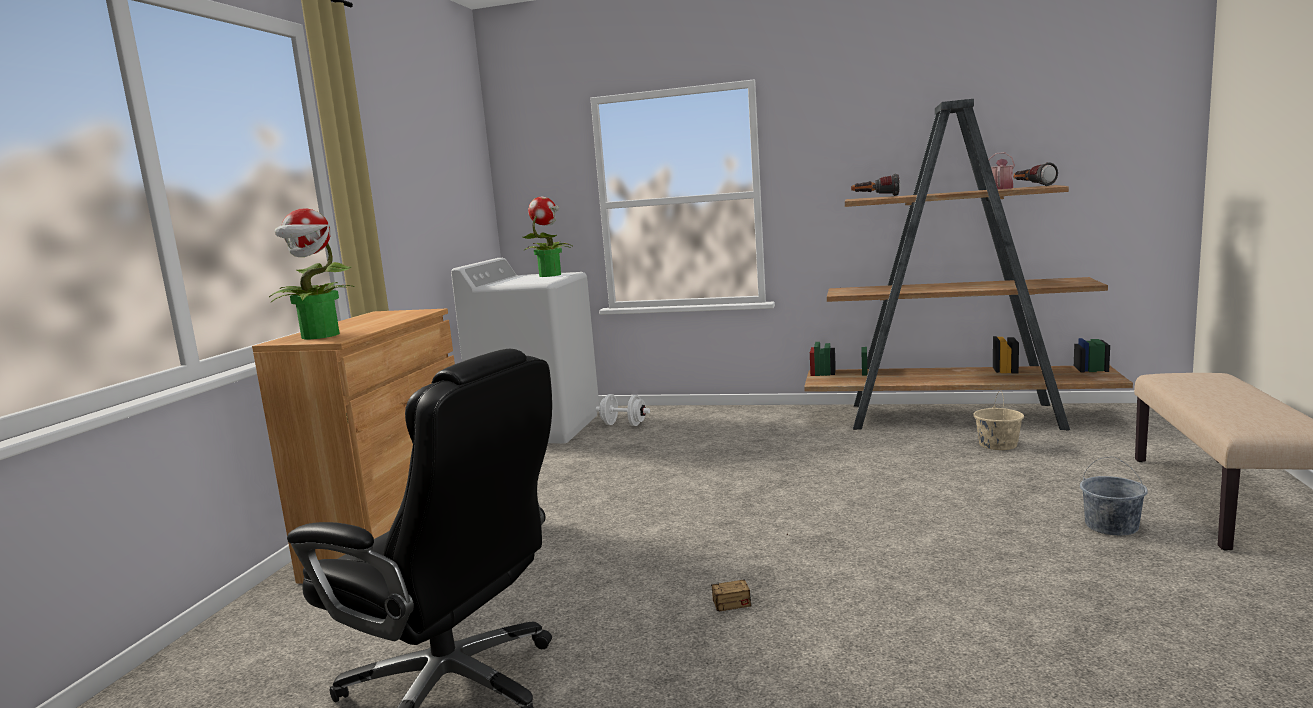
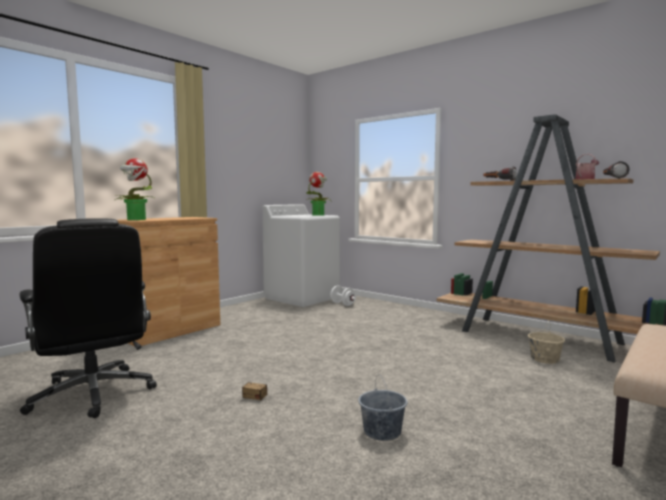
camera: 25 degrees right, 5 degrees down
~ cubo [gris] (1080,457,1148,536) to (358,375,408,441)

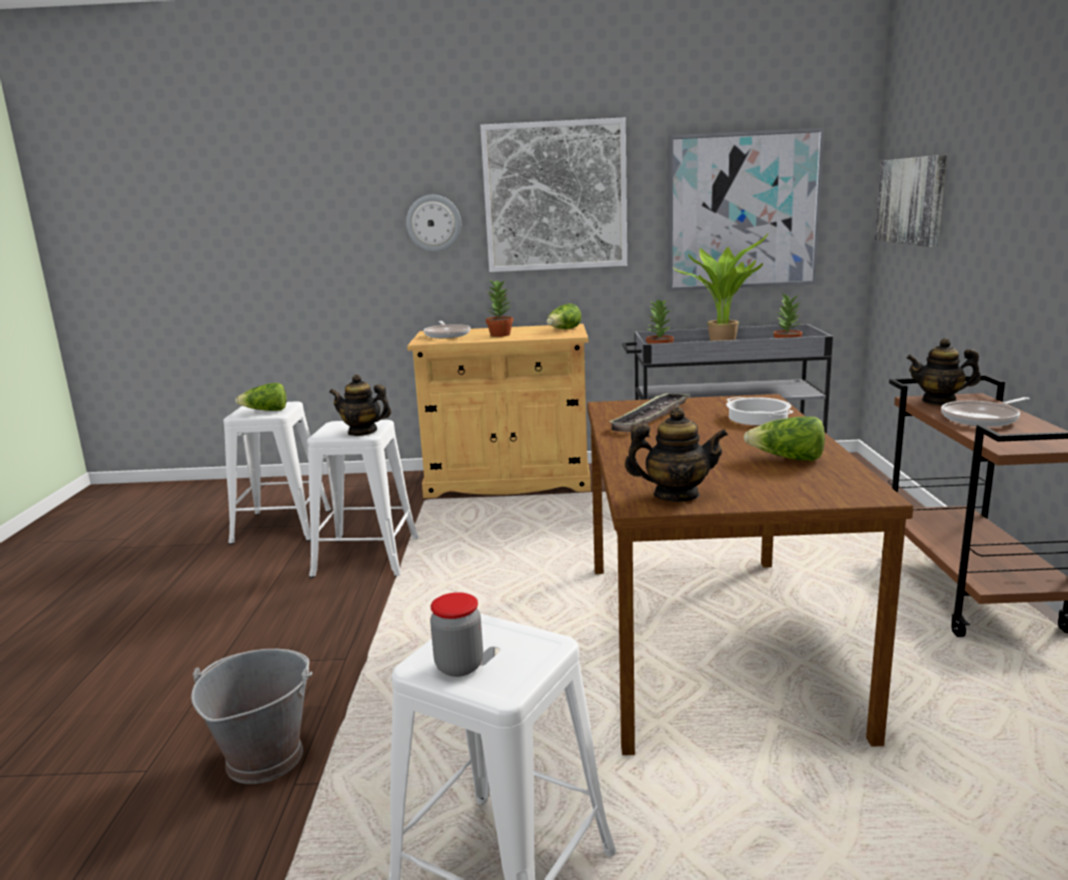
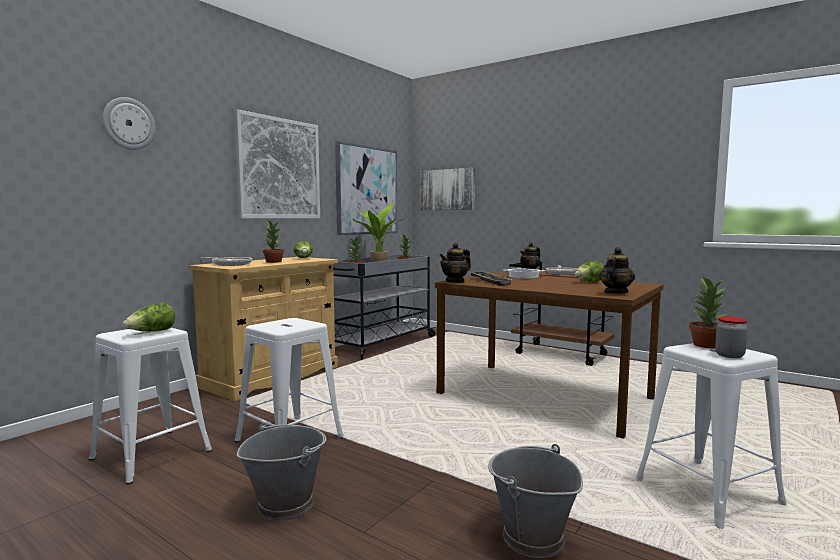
camera: 55 degrees left, 10 degrees down
~ tetera (329,374,391,436) to (439,243,471,283)
~ reloj de pared (406,195,461,252) to (102,97,156,150)
+ cubo [gris] (237,423,327,521)
+ planta en maceta (689,276,728,348)

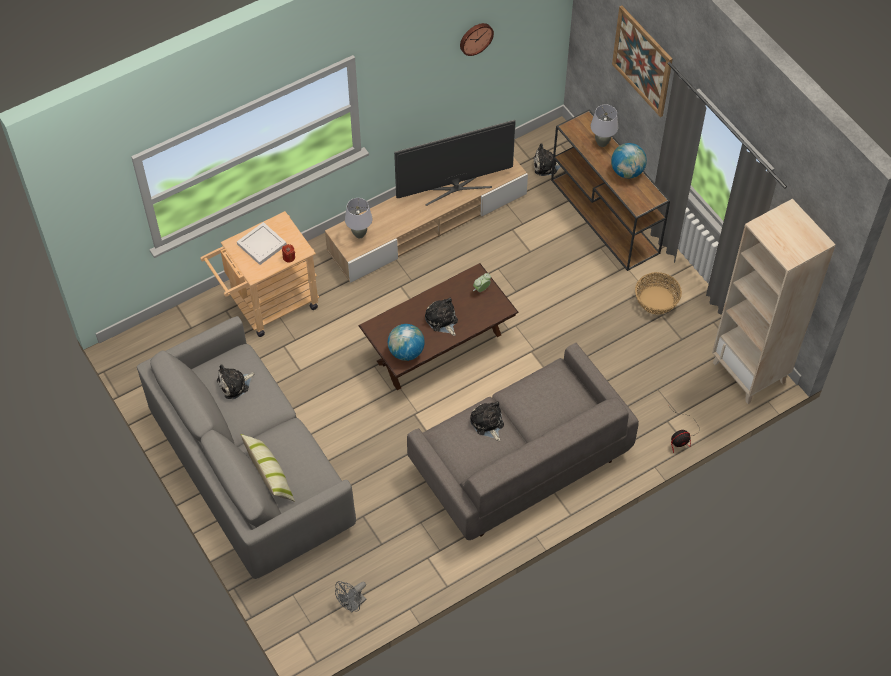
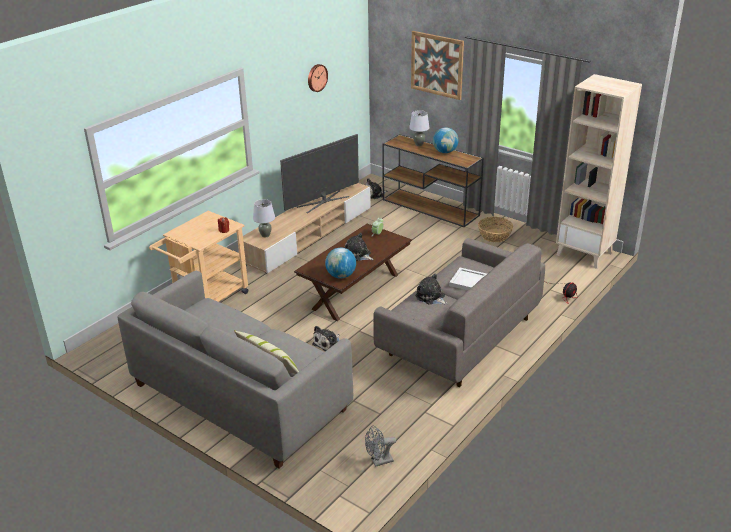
camera: 20 degrees left, 25 degrees down
~ peluche (217,364,255,399) to (312,326,340,351)
~ bandeja [blanco] (237,222,286,265) to (449,268,487,290)
~ ventilador [gris] (335,581,366,613) = (365,425,396,467) 45 degrees clockwise

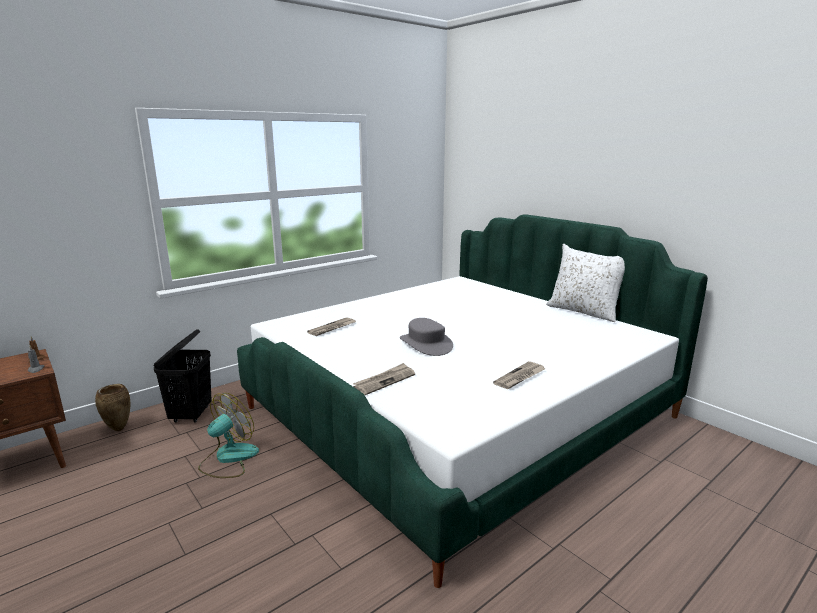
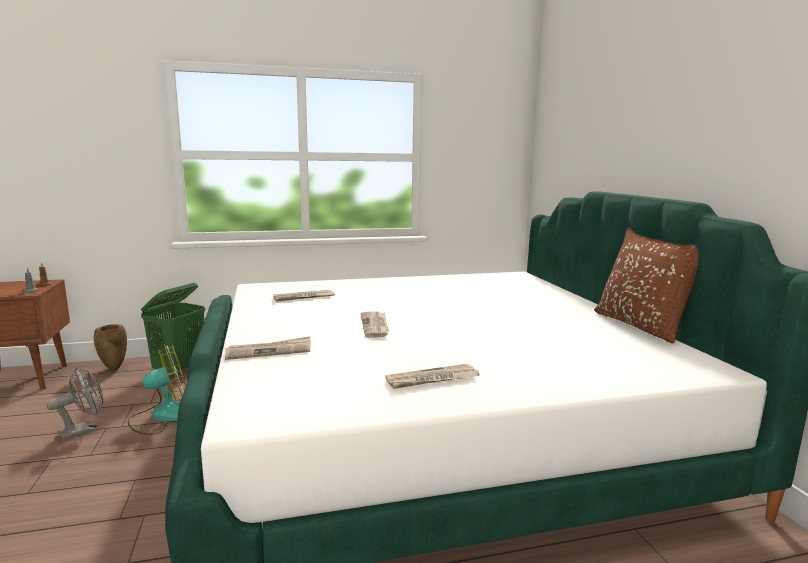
camera: 25 degrees right, 5 degrees down
~ cesto de la ropa [negro] (153,329,212,423) to cesto de la ropa [verde] (141,283,205,377)
~ sombrero [gris] (400,318,453,356) to periódico (360,311,389,338)
~ cojín [blanco] (546,244,625,322) to cojín [marrón] (594,227,698,344)
+ ventilador [gris] (47,367,103,440)

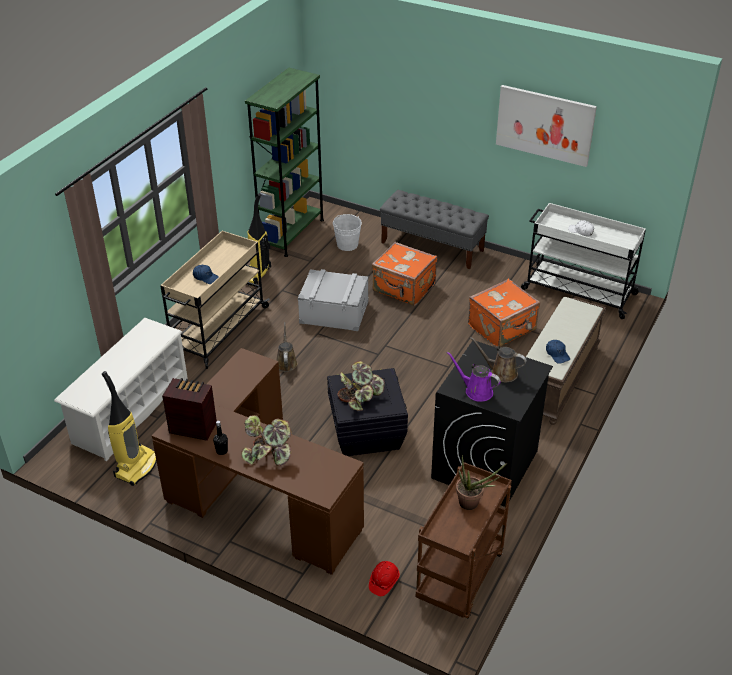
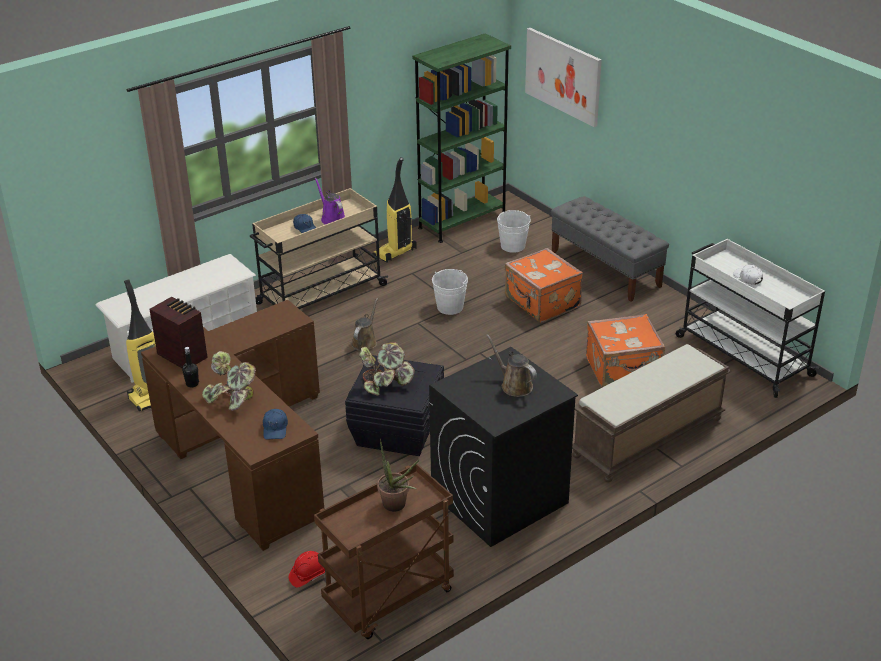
camera: 25 degrees right, 5 degrees down
~ caja de almacenaje [gris] (298,269,368,331) to cubo [blanco] (432,269,468,315)
~ regadera [morado] (447,352,501,402) to (315,178,345,224)
~ cuadro (496,85,597,167) to (525,28,602,127)
~ gorra [azul] (546,340,570,364) to (263,409,288,440)

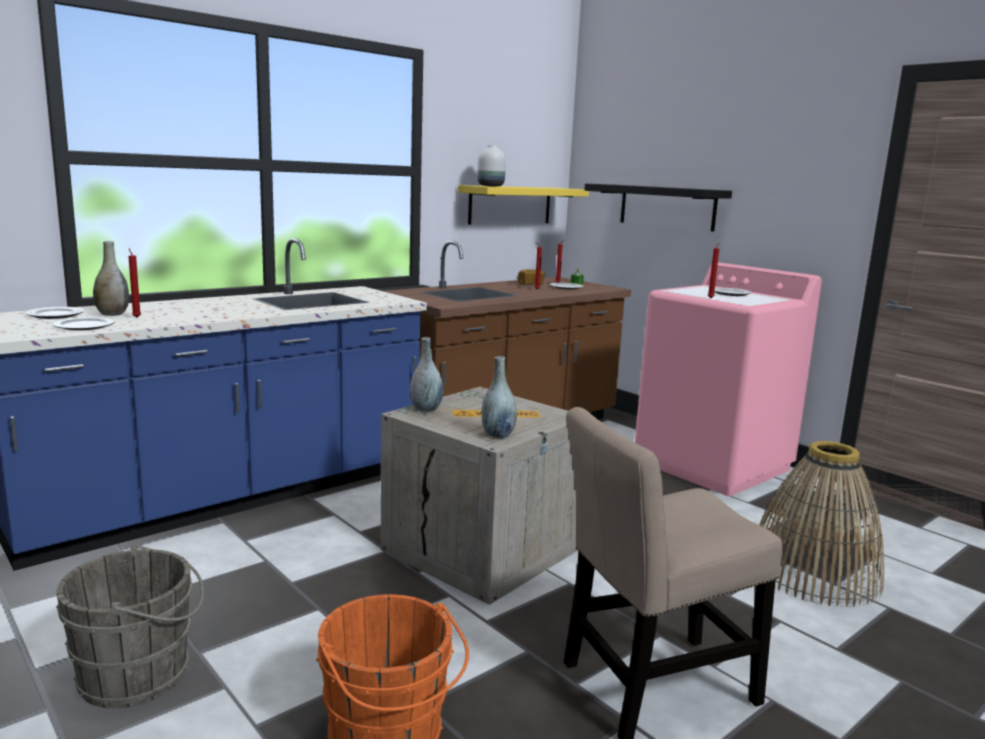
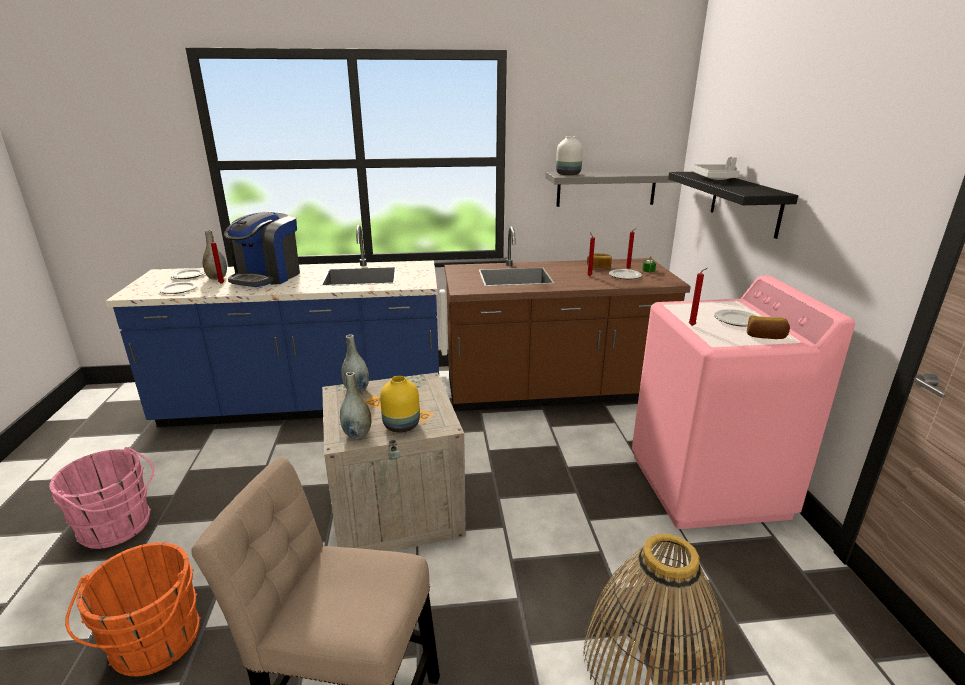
camera: 35 degrees right, 10 degrees up
~ cubo [gris] (56,544,204,708) to cubo [rosa] (49,447,154,549)
~ estante [amarillo] (458,185,589,224) to estante [gris] (545,170,675,207)
+ cafetera (224,212,300,287)
+ florero [amarillo] (380,376,420,432)
+ bandeja [gris] (691,157,740,180)
+ pan (747,315,790,339)

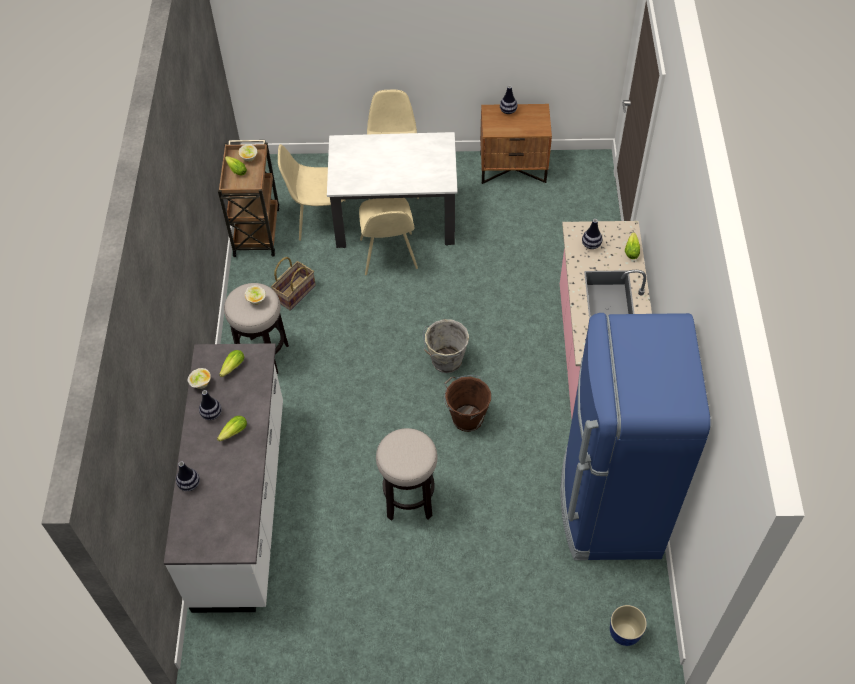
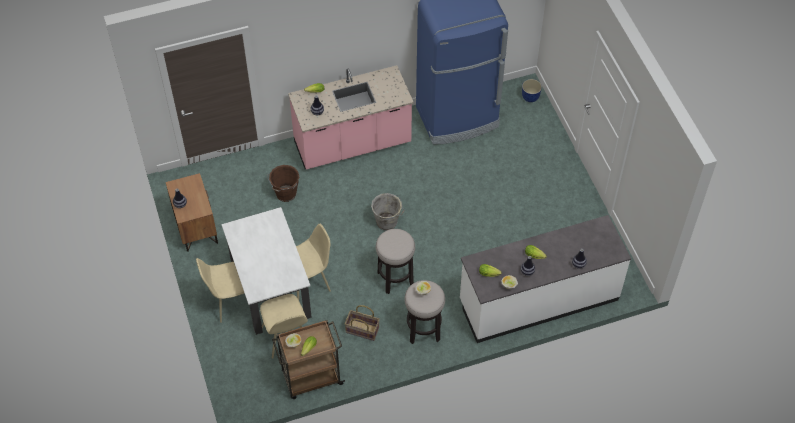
camera: 110 degrees left, 0 degrees up
~ taburete (376,428,438,521) to (376,229,415,294)
~ cubo [marrón] (444,375,491,432) to (268,165,299,202)

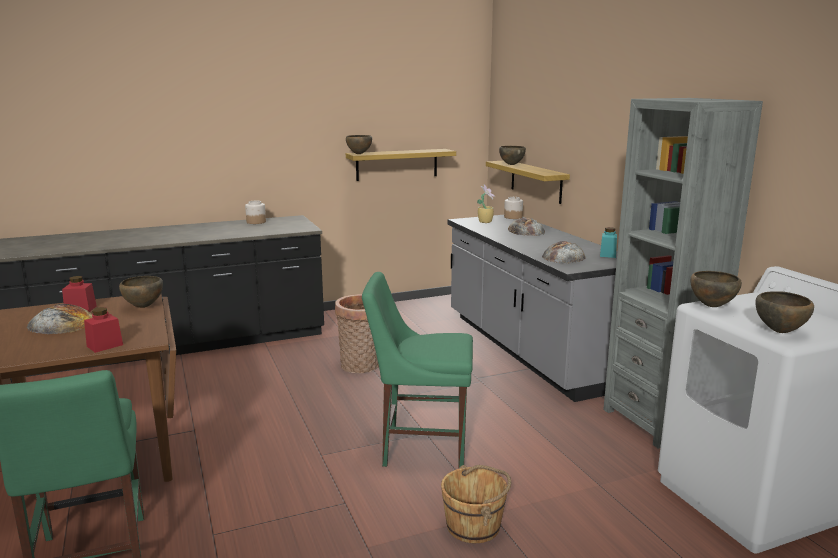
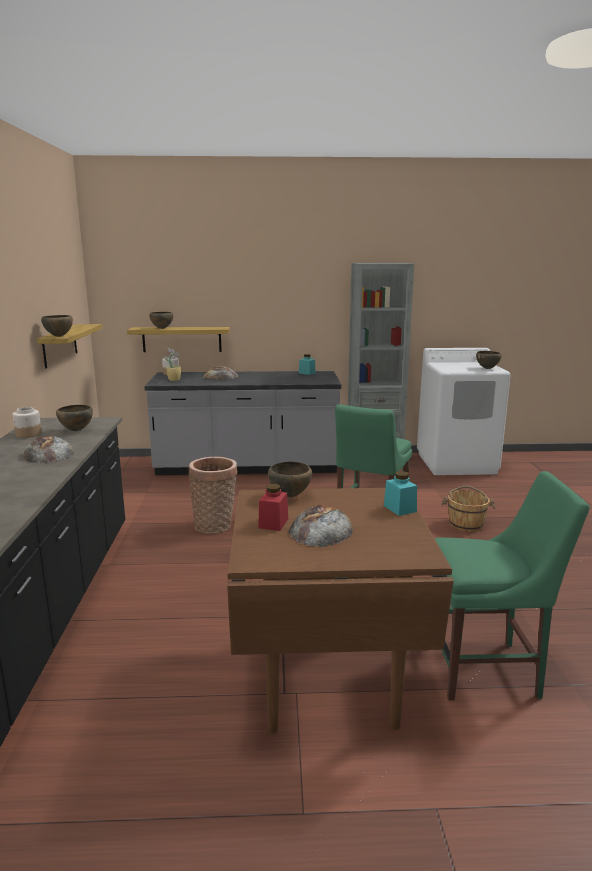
camera: 70 degrees left, 0 degrees up
~ tarro [rojo] (84,307,123,353) to tarro [turquesa] (384,471,417,516)
~ pan (542,241,585,264) to (23,436,75,463)
~ cuenco [marrón] (690,271,742,307) to (56,405,93,431)

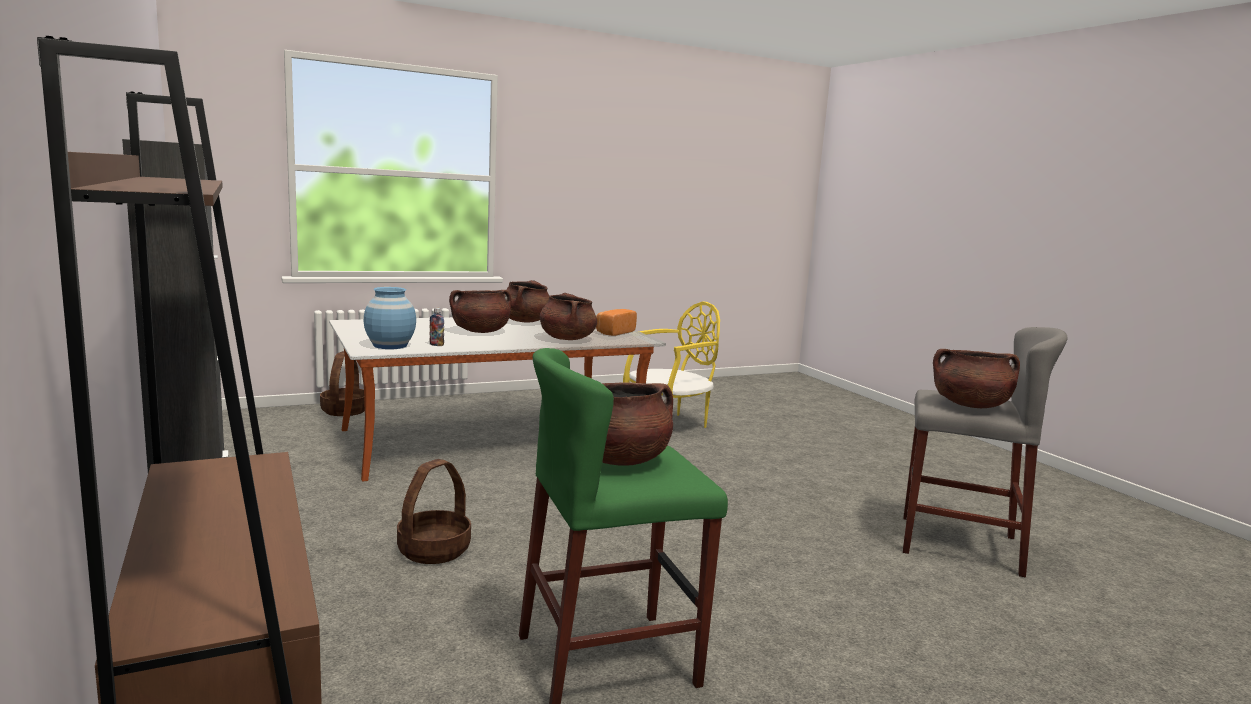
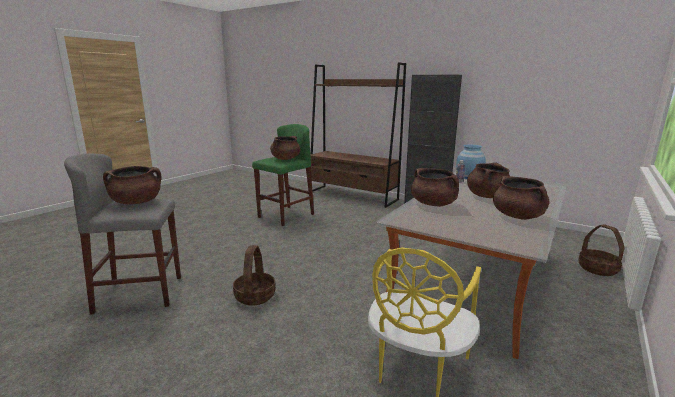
camera: 150 degrees right, 5 degrees up
~ cesta (397,459,471,564) to (233,245,275,306)
- pan (596,309,637,336)

